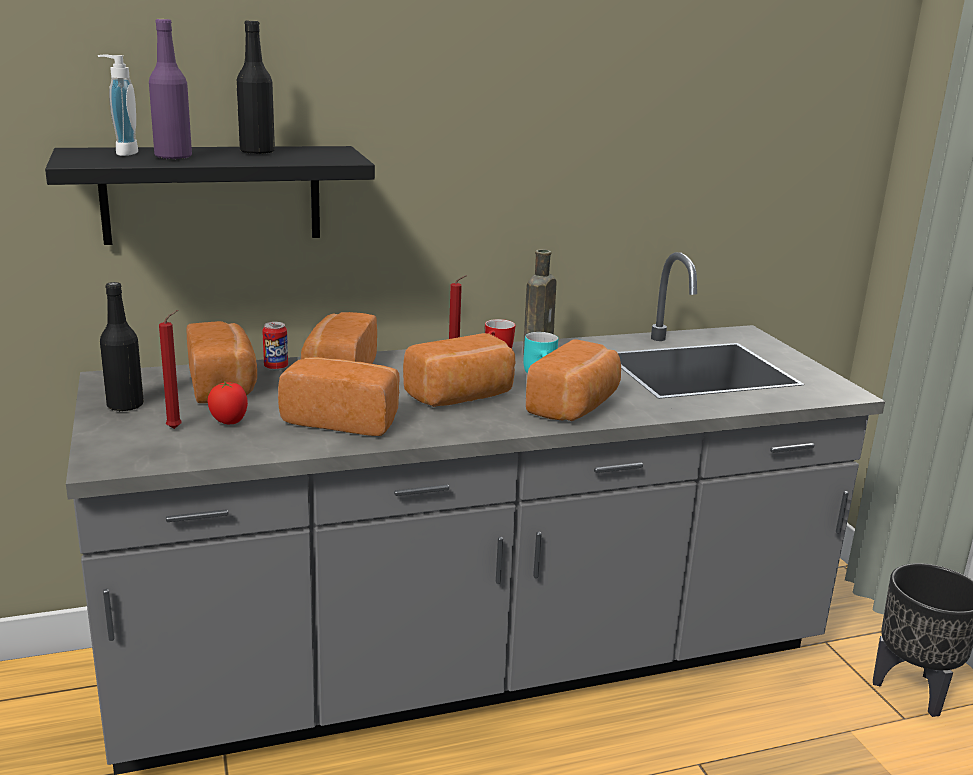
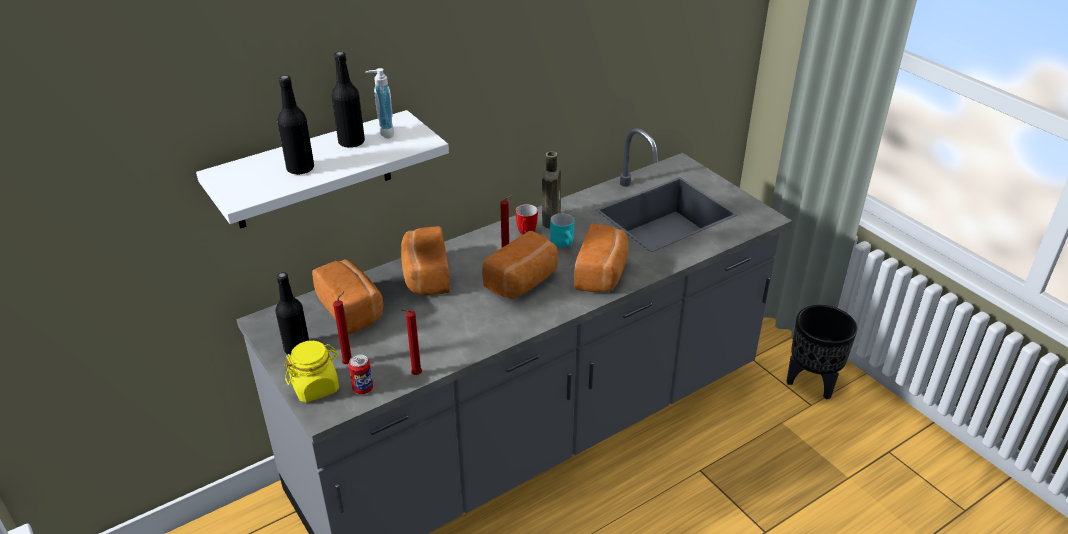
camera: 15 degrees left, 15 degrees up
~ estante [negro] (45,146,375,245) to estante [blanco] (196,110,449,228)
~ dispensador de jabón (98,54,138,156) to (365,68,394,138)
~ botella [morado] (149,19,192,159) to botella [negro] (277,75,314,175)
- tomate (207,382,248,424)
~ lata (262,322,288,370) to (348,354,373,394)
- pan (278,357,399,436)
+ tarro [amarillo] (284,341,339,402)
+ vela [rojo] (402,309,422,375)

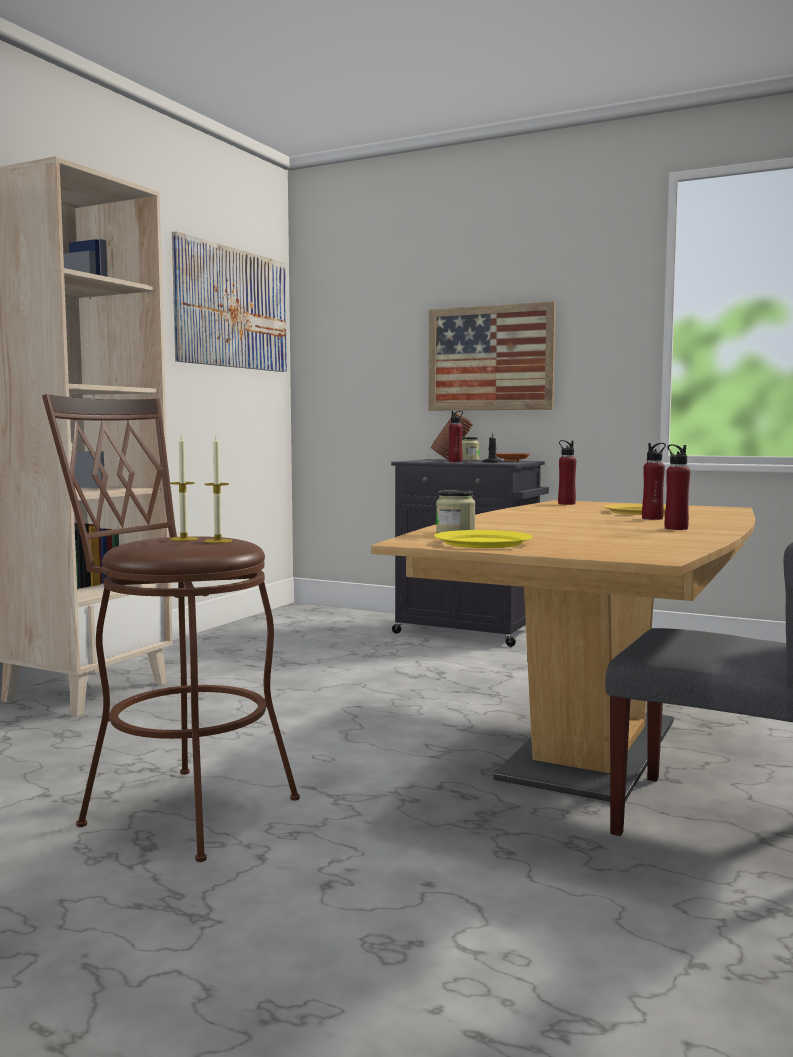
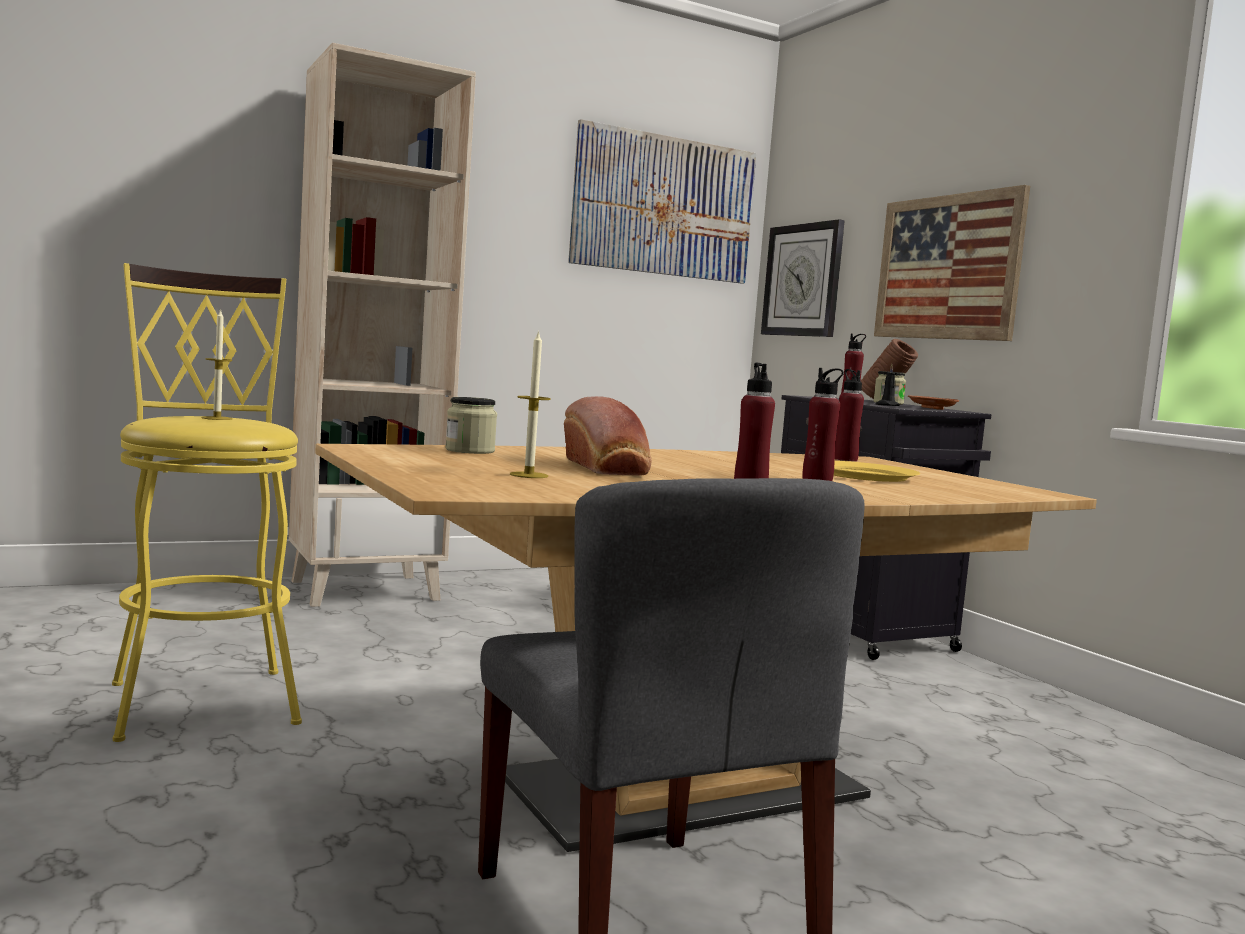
camera: 35 degrees right, 0 degrees up
~ taburete [marrón] (42,394,300,862) to taburete [amarillo] (112,263,302,742)
~ vela (204,434,232,543) to (510,330,551,478)
- plato [amarillo] (434,530,532,548)
+ pan (564,396,652,475)
+ reloj de pared (761,219,845,337)

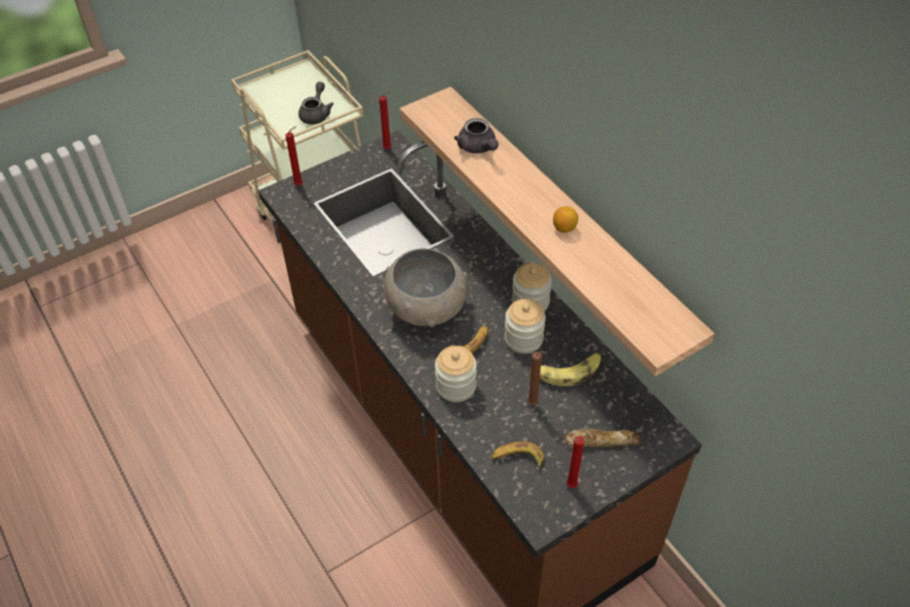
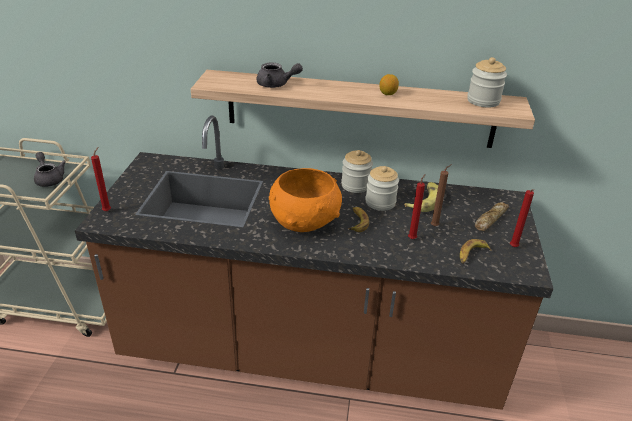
camera: 50 degrees left, 15 degrees down
~ vela [rojo] (379,91,391,149) to (408,174,425,239)
~ cuenco [gris] (383,248,468,327) to cuenco [naranja] (269,168,342,232)
~ tarro (435,346,477,402) to (467,57,507,108)

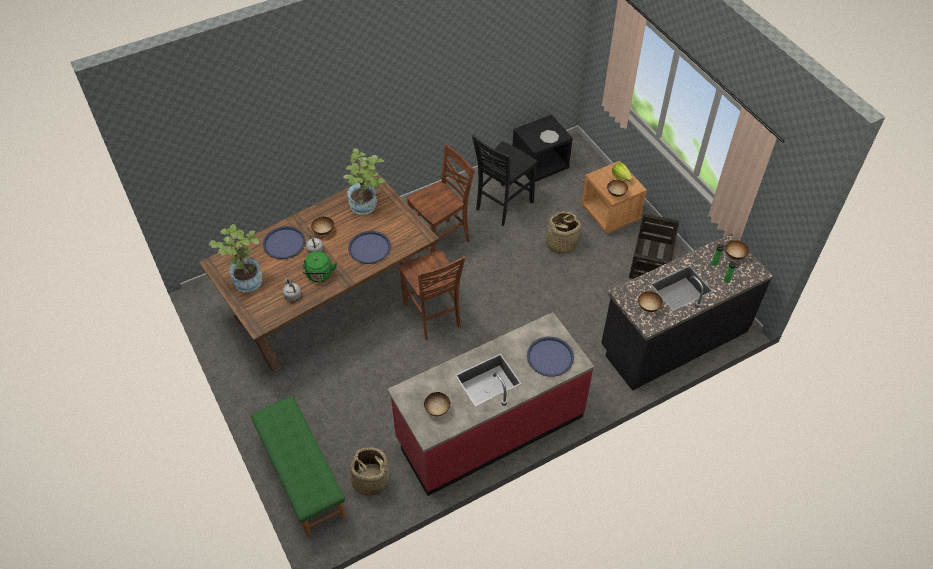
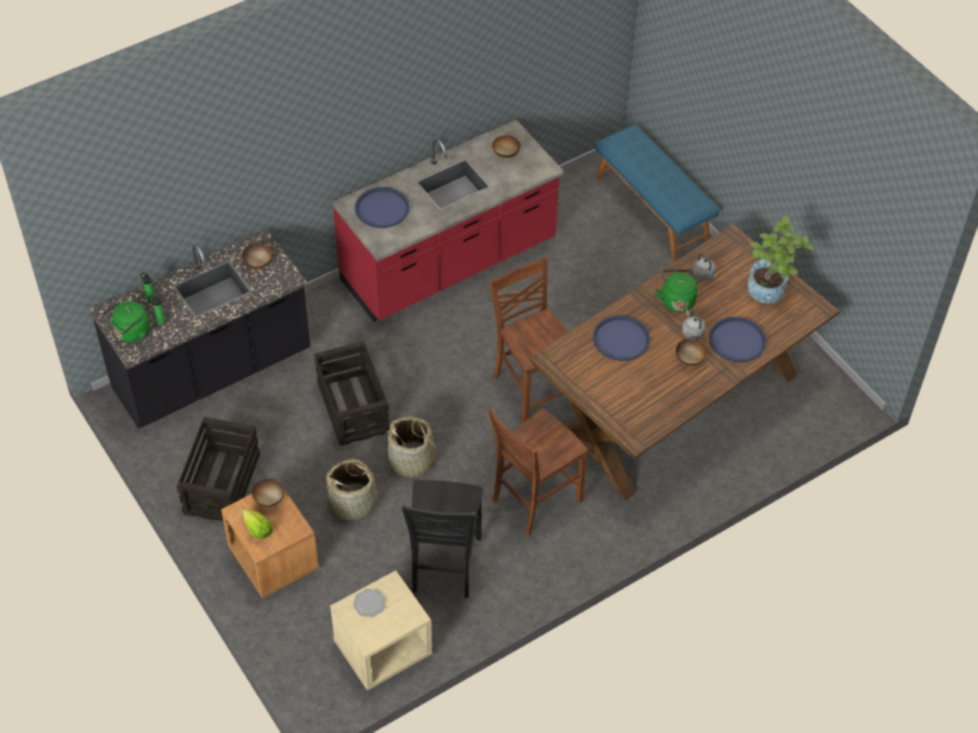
camera: 175 degrees right, 0 degrees up
~ banco [verde] (250,396,346,536) to banco [azul] (594,125,719,261)
- planta en maceta (343,148,385,215)
~ cesta (344,447,390,496) to (384,417,444,478)
~ silla [negro] (472,135,537,226) = (402,480,483,598) 150 degrees clockwise
~ mesita de noche [negro] (513,114,573,182) to mesita de noche [beis] (330,570,432,691)
~ cuenco (725,240,749,260) to hervidor [verde] (103,301,150,342)
+ caja de embalaje (314,341,390,446)

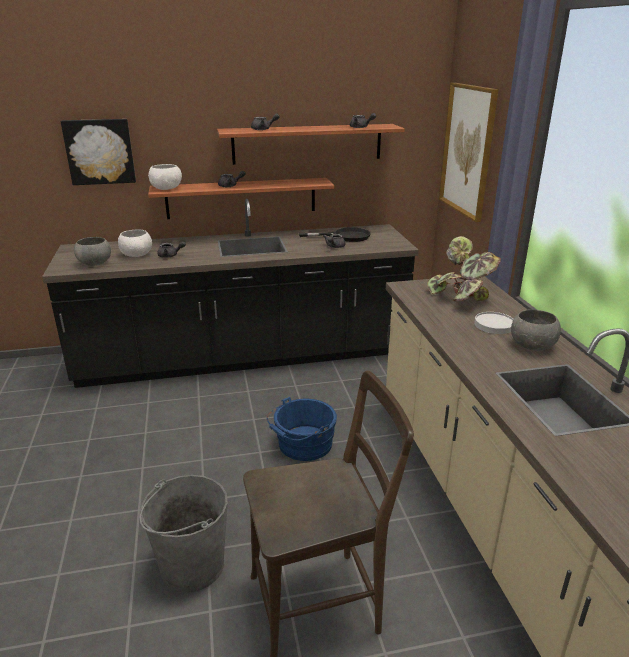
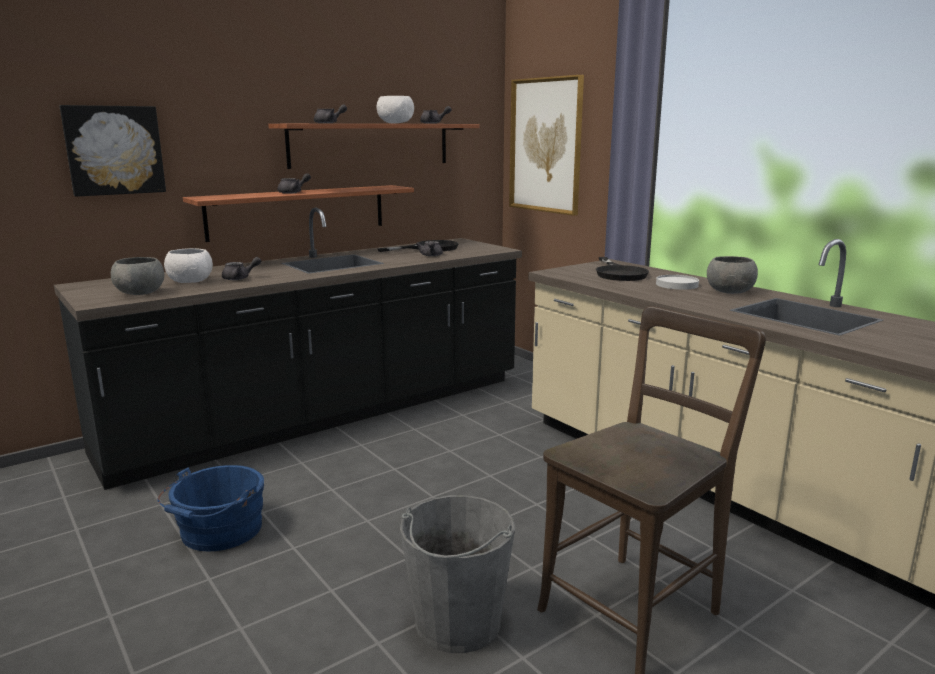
camera: 25 degrees left, 10 degrees down
~ cuenco [blanco] (148,164,182,190) to (377,96,414,123)
~ cubo [azul] (267,397,337,461) to (157,465,264,551)
~ planta en maceta (427,236,501,301) to sartén [negro] (596,257,649,281)

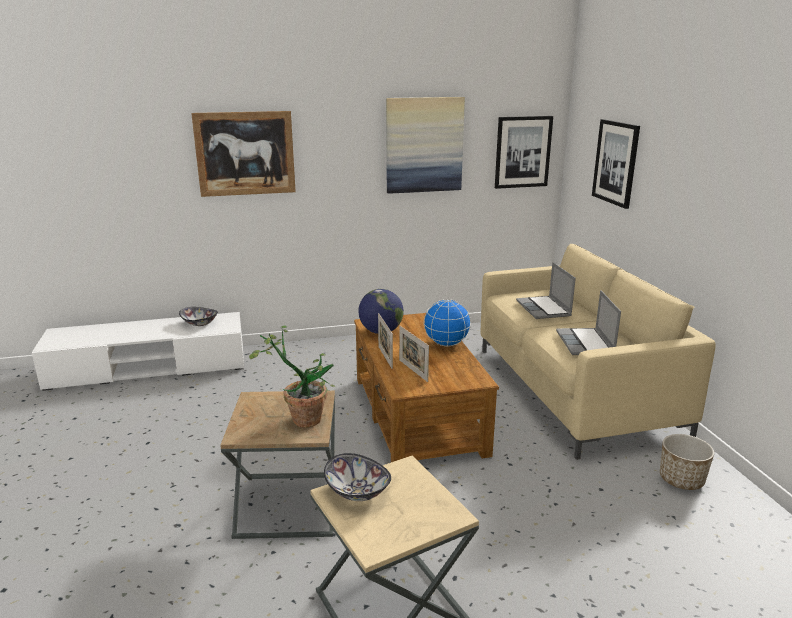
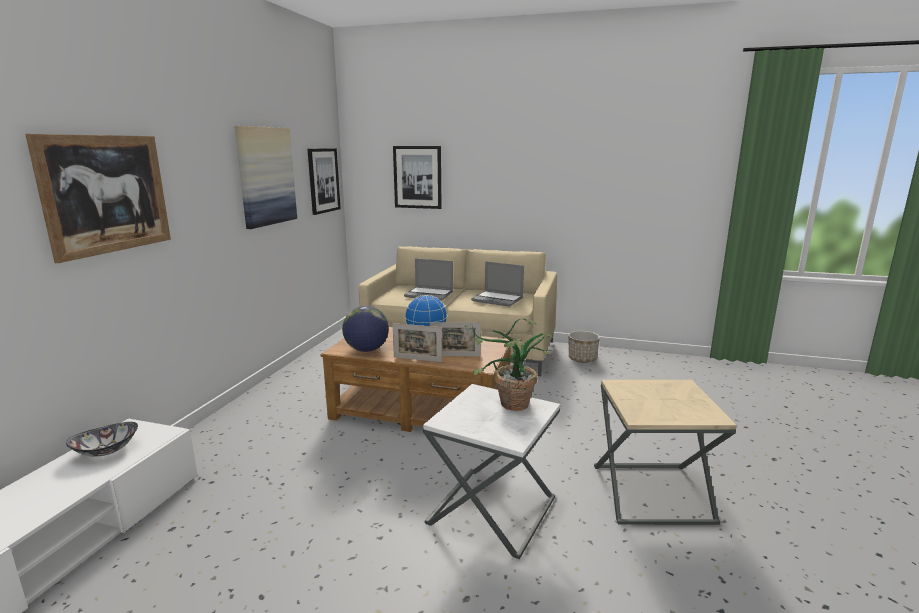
camera: 60 degrees left, 5 degrees down
~ mesa auxiliar [marrón] (220,391,335,539) to mesa auxiliar [blanco] (423,384,560,559)
- cuenco (324,453,391,501)

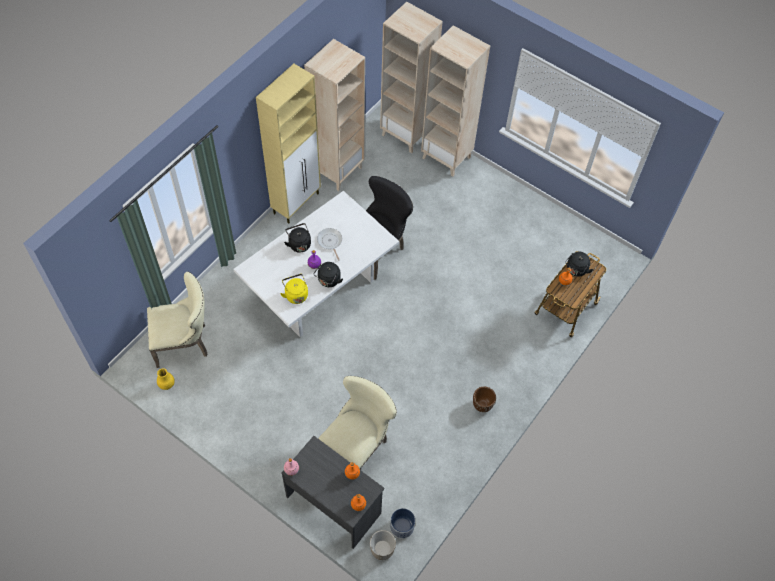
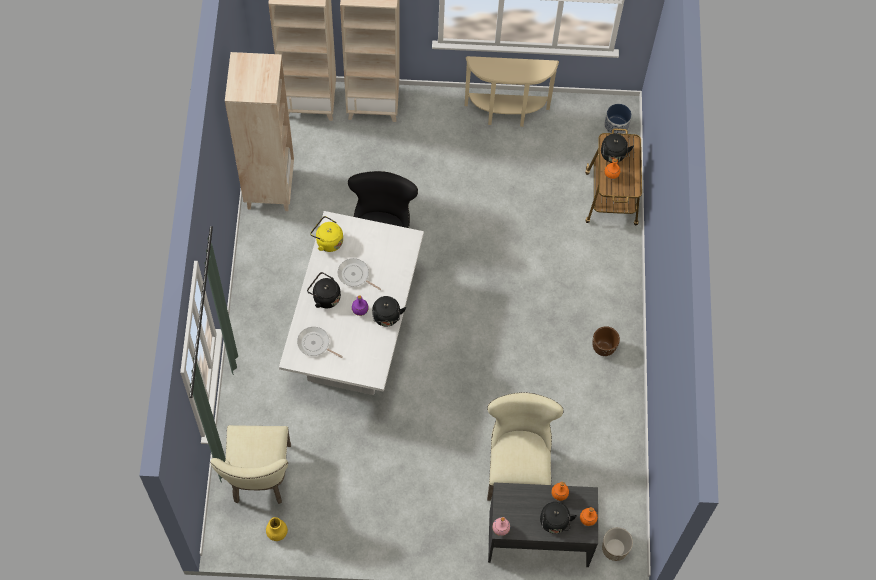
camera: 35 degrees left, 5 degrees up
~ silla [beis] (147,272,208,368) = (210,425,291,504) 135 degrees clockwise
- armario [beis] (256,64,321,224)
~ hervidor [amarillo] (280,274,308,304) to (310,216,343,252)
~ maceta (390,508,415,539) to (604,104,632,134)
+ sartén (297,327,343,358)
+ mesa consola [beis] (465,56,559,127)
+ hervidor [negro] (540,502,577,534)

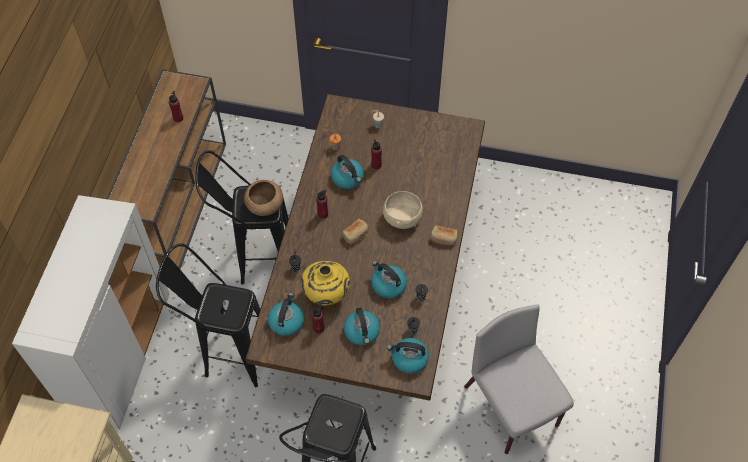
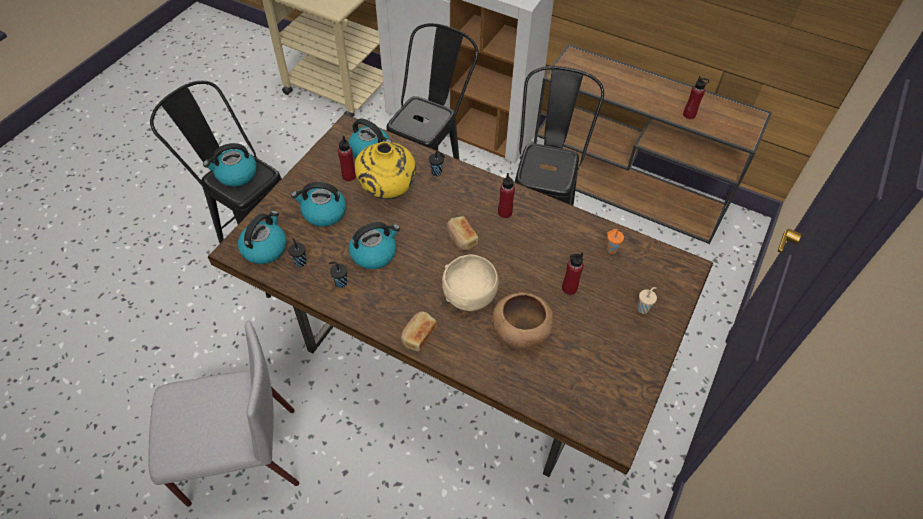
camera: 105 degrees right, 5 degrees down
~ cuenco [marrón] (244,180,283,216) to (492,292,554,348)
~ hervidor (331,155,364,189) to (203,143,257,187)

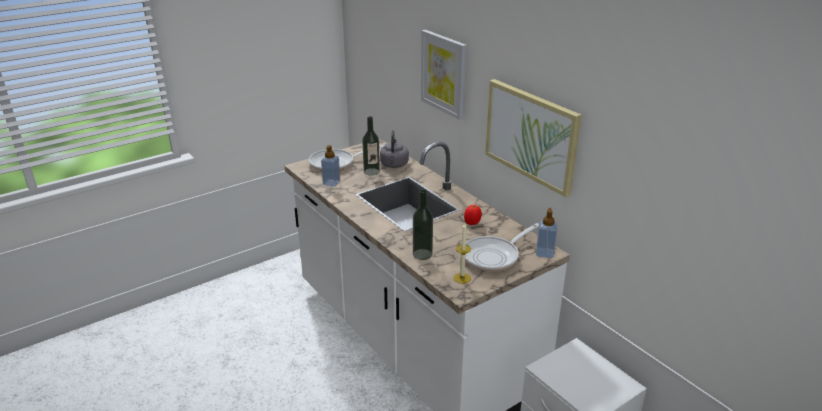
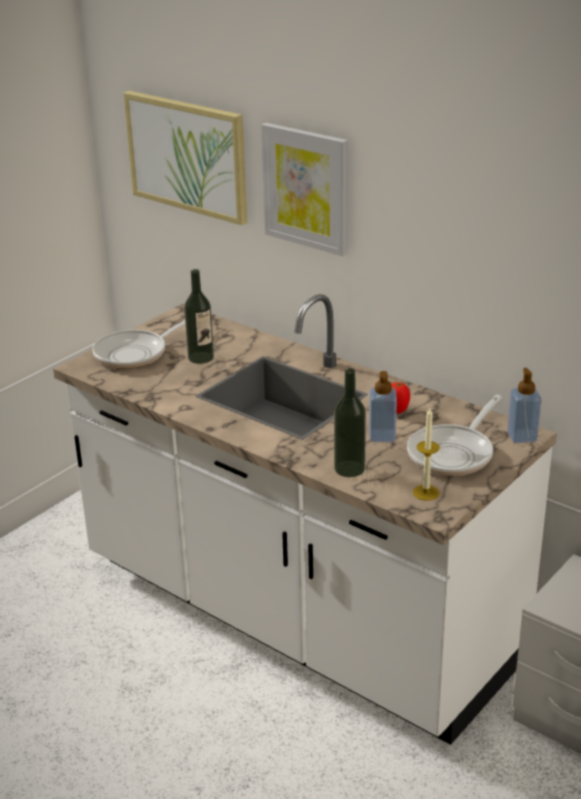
camera: 15 degrees left, 0 degrees up
~ dispensador de jabón (321,145,340,187) to (369,371,397,442)
- hervidor [gris] (380,130,409,168)
~ cuadro (485,79,582,197) to (123,91,247,225)

